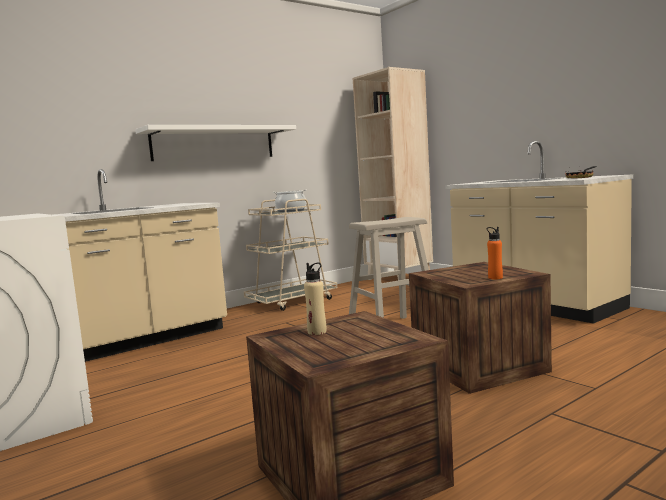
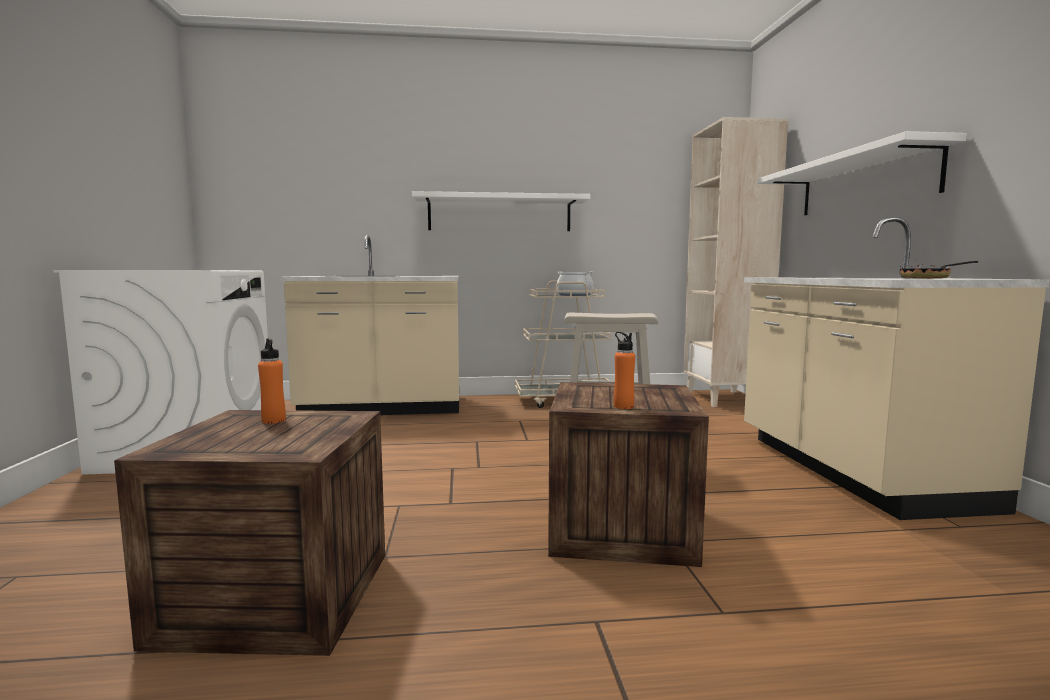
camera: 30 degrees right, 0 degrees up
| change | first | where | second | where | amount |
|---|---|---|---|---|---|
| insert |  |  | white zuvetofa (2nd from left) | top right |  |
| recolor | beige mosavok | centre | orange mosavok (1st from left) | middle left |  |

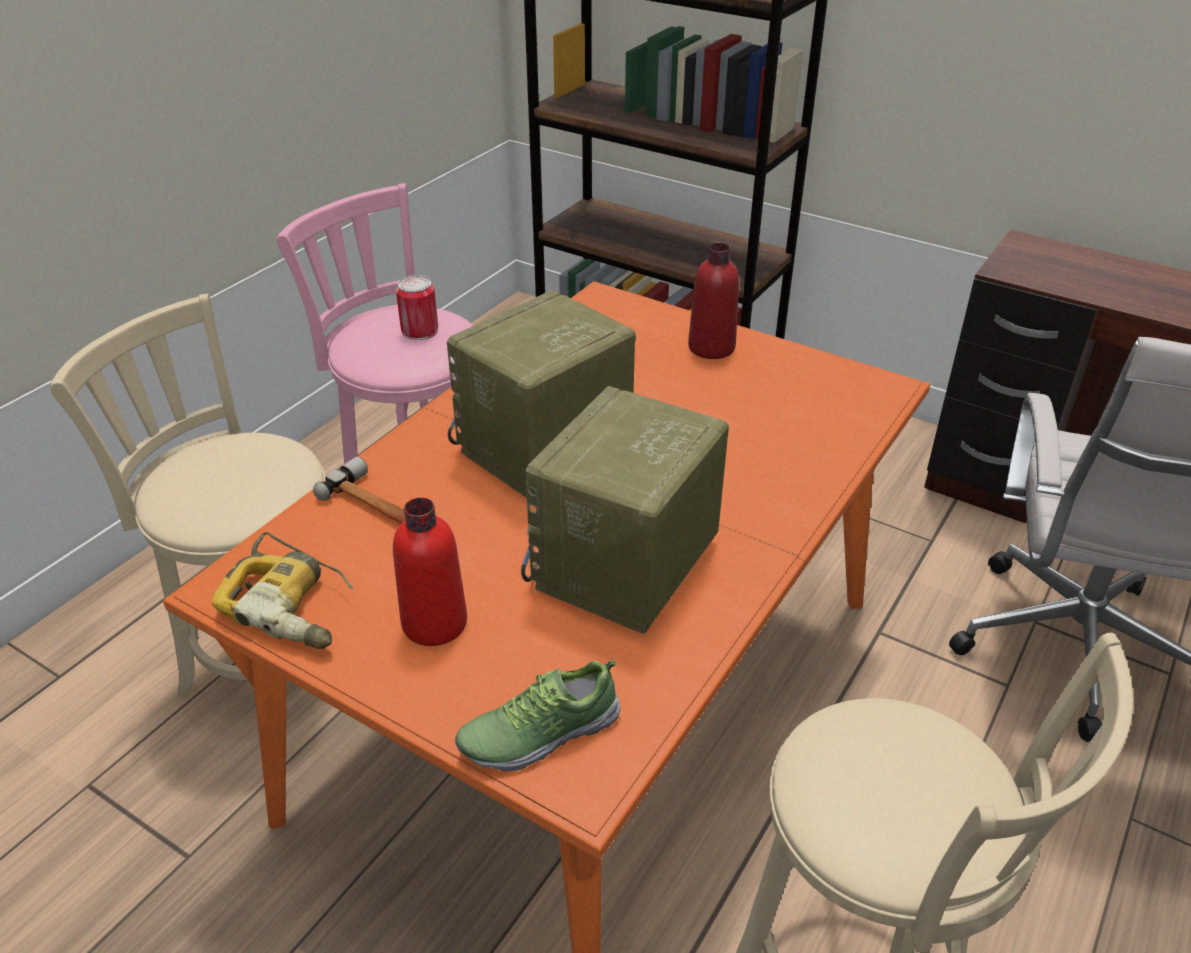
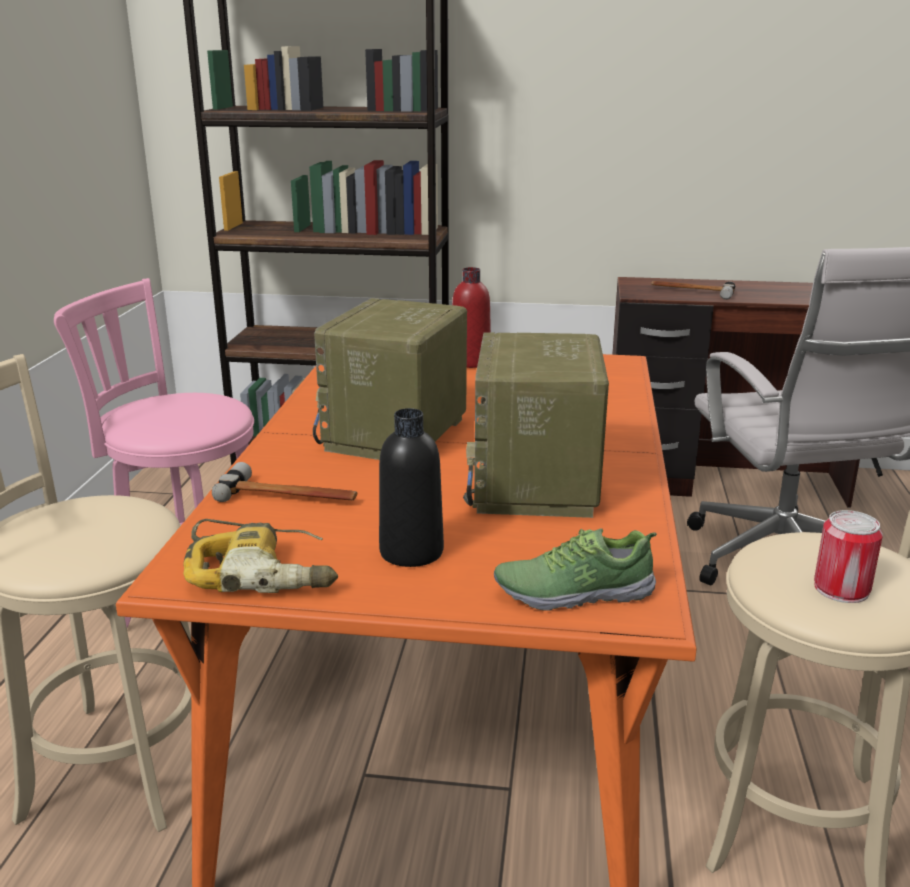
camera: 25 degrees left, 15 degrees down
| change | first | where | second | where | amount |
|---|---|---|---|---|---|
| insert |  |  | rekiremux (2nd from left) | top right |  |
| move | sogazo | top centre |  | middle right |  |
| recolor | red mosavok (1st from left) | centre | black mosavok | centre |  |
| rotate | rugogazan | bottom centre |  | centre | 45 degrees clockwise |

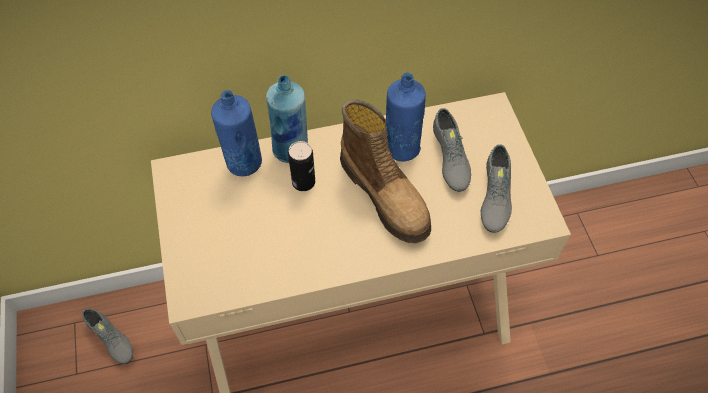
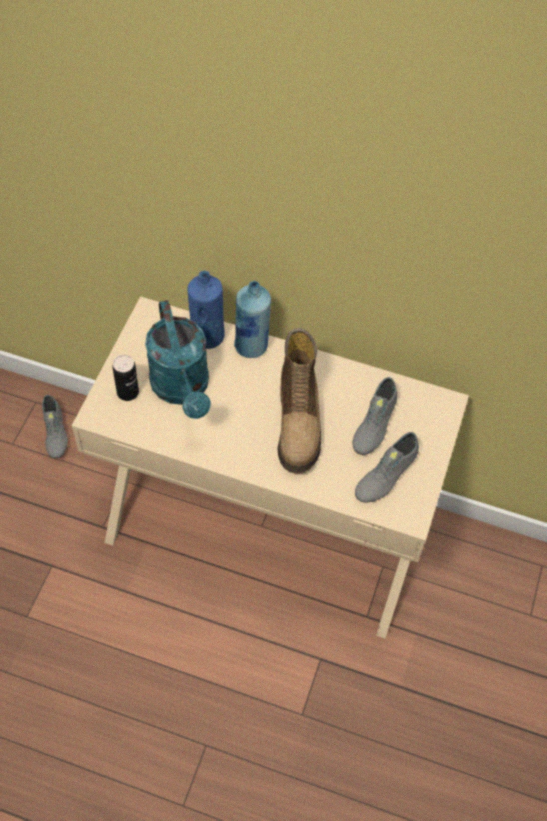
camera: 30 degrees right, 0 degrees up
| change | first | where | second | where | amount |
|---|---|---|---|---|---|
| delete | blue mosavok (3rd from left) | top centre |  |  |  |
| insert |  |  | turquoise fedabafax | middle left |  |
| move | sogazo | centre |  | middle left |  |

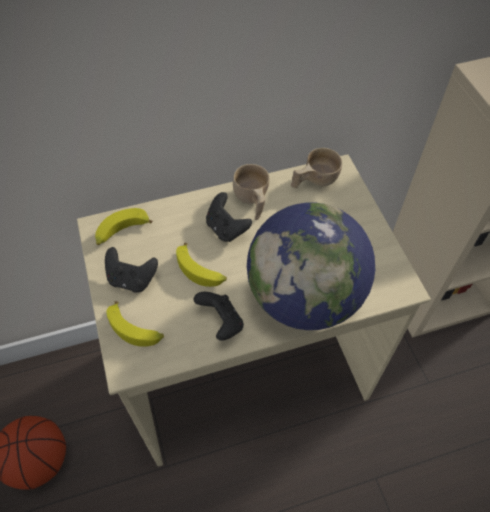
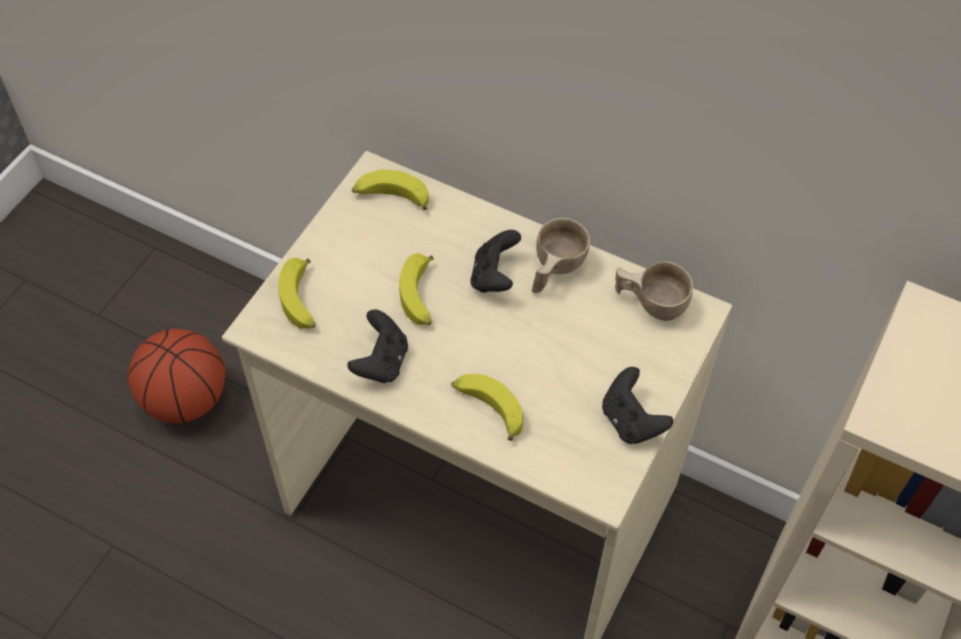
camera: 45 degrees right, 0 degrees up
| change | first | where | second | where | amount |
|---|---|---|---|---|---|
| move | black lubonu (1st from left in the first image) | middle left | black lubonu (3rd from left) | centre |  |
| replace | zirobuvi | centre | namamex (4th from left) | centre |  |

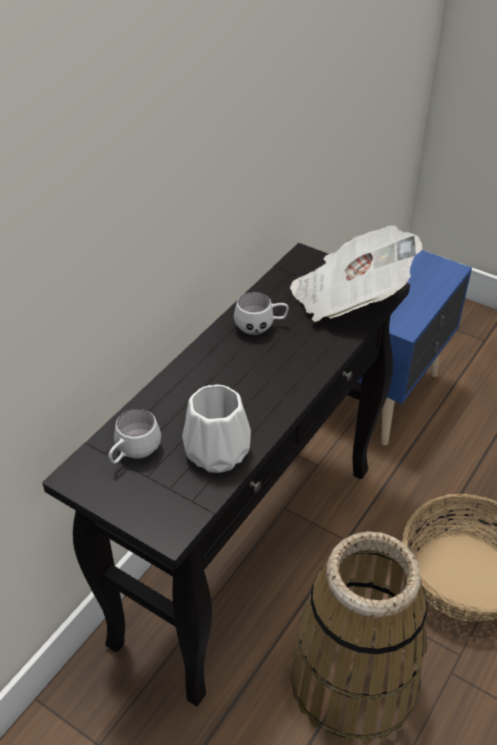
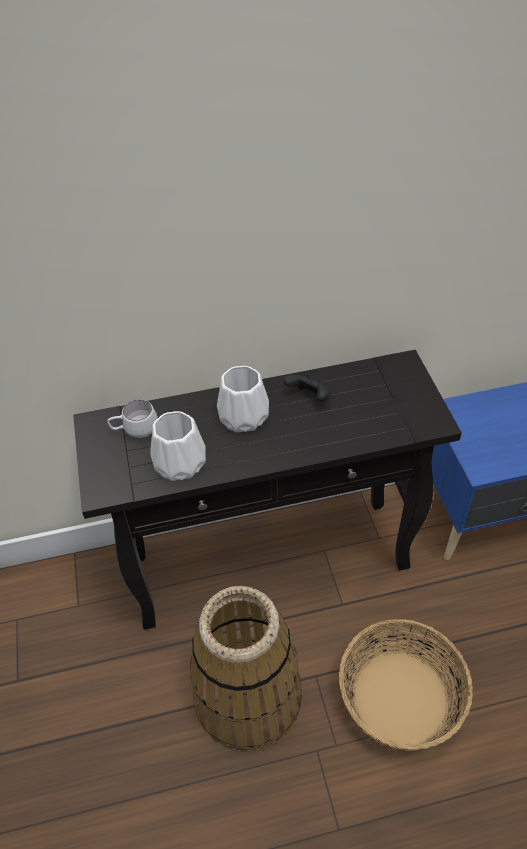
camera: 45 degrees right, 5 degrees up
| change | first | where | second | where | amount |
|---|---|---|---|---|---|
| delete | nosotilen | middle right |  |  |  |
| insert |  |  | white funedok (2nd from left) | centre |  |
| replace | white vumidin (2nd from left) | centre | black lubonu | centre |  |

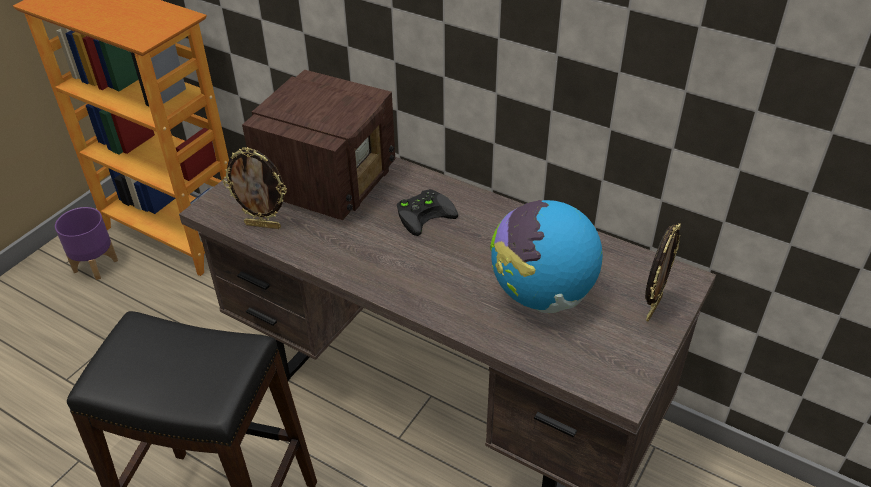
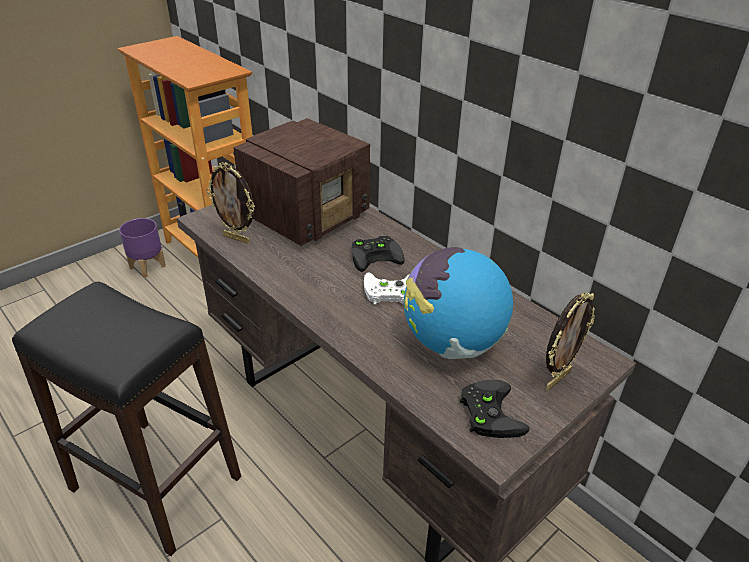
camera: 15 degrees right, 5 degrees down
| change | first | where | second | where | amount |
|---|---|---|---|---|---|
| insert |  |  | white lubonu | centre |  |
| insert |  |  | black lubonu (2nd from left) | bottom centre |  |

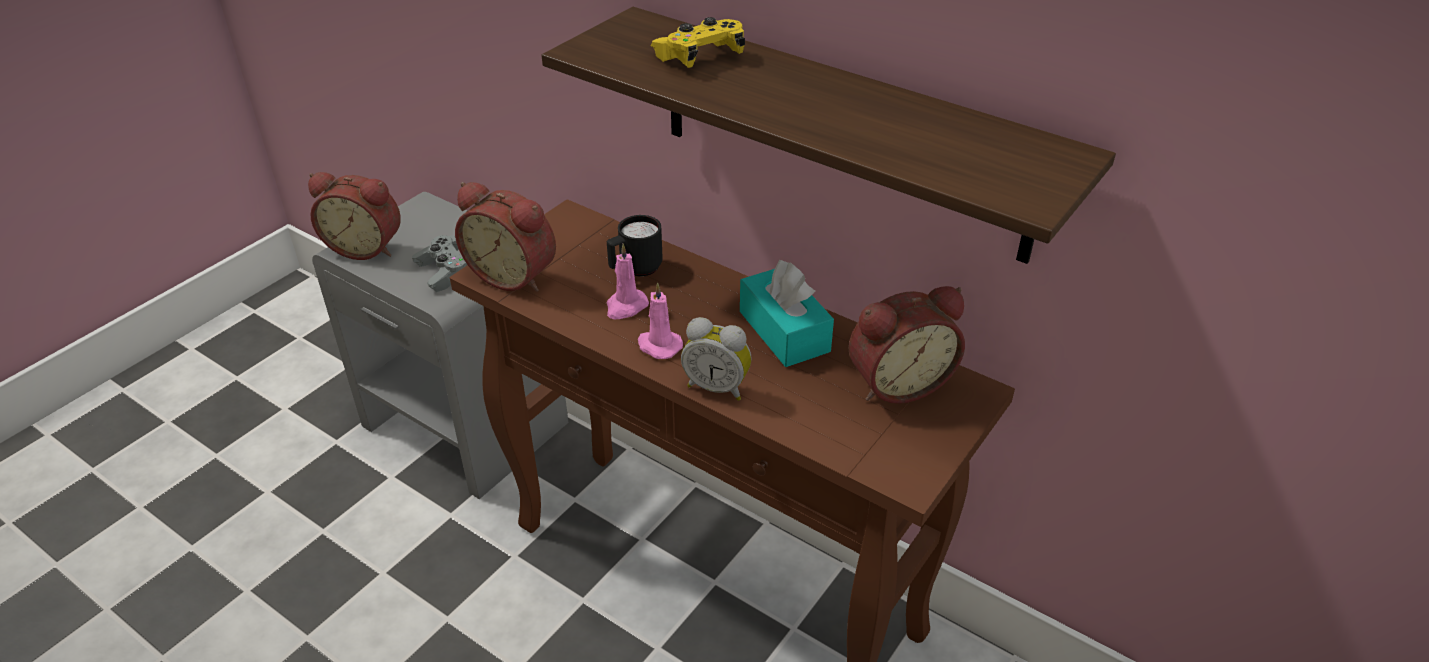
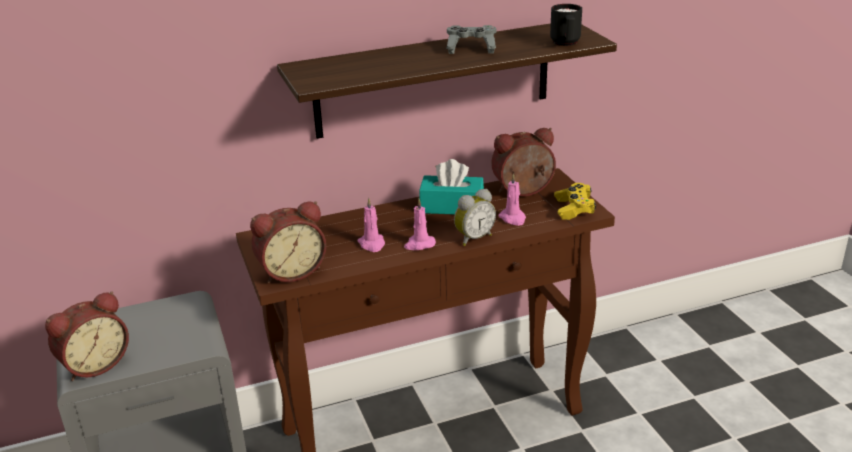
camera: 55 degrees left, 10 degrees down
| change | first | where | second | where | amount |
|---|---|---|---|---|---|
| insert |  |  | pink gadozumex (3rd from left) | centre |  |
| move | grey lubonu | middle left |  | top centre |  |
| move | black vumidin | centre |  | top centre |  |
| move | yellow lubonu | top centre |  | middle right |  |
| rotate | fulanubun (4th from left) | centre |  | centre | 120 degrees counterclockwise |

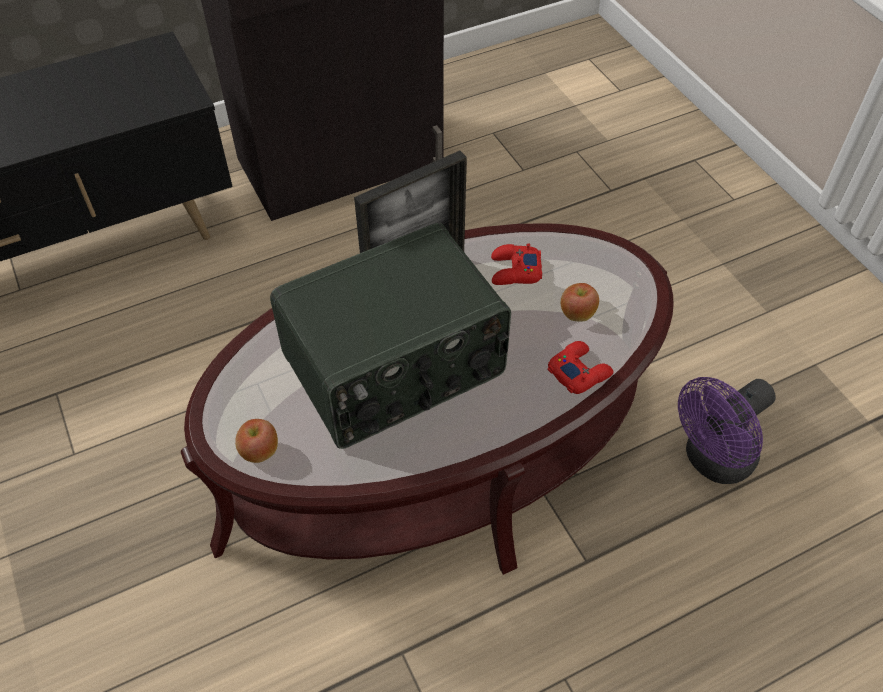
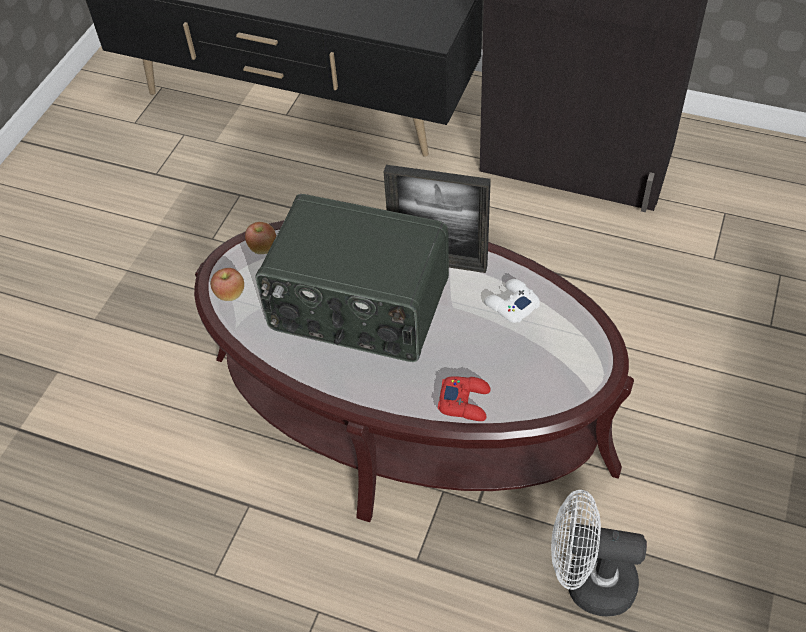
camera: 50 degrees right, 0 degrees up
| change | first | where | second | where | amount |
|---|---|---|---|---|---|
| move | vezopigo (2nd from left) | centre |  | middle left |  |
| recolor | red lubonu (1st from left) | centre | white lubonu | centre |  |
| recolor | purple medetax | middle right | white medetax | bottom right |  |

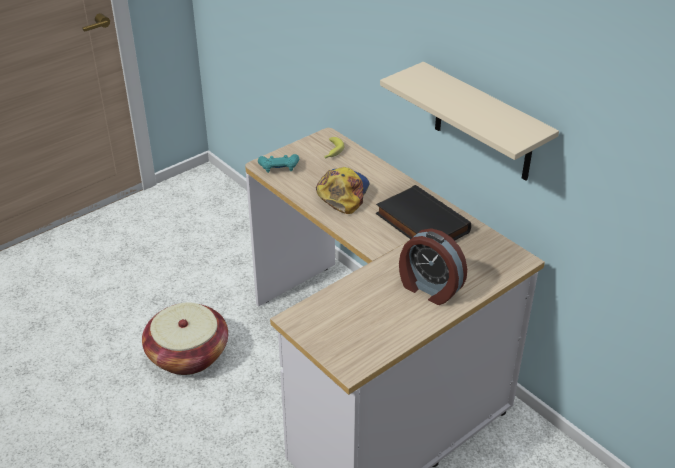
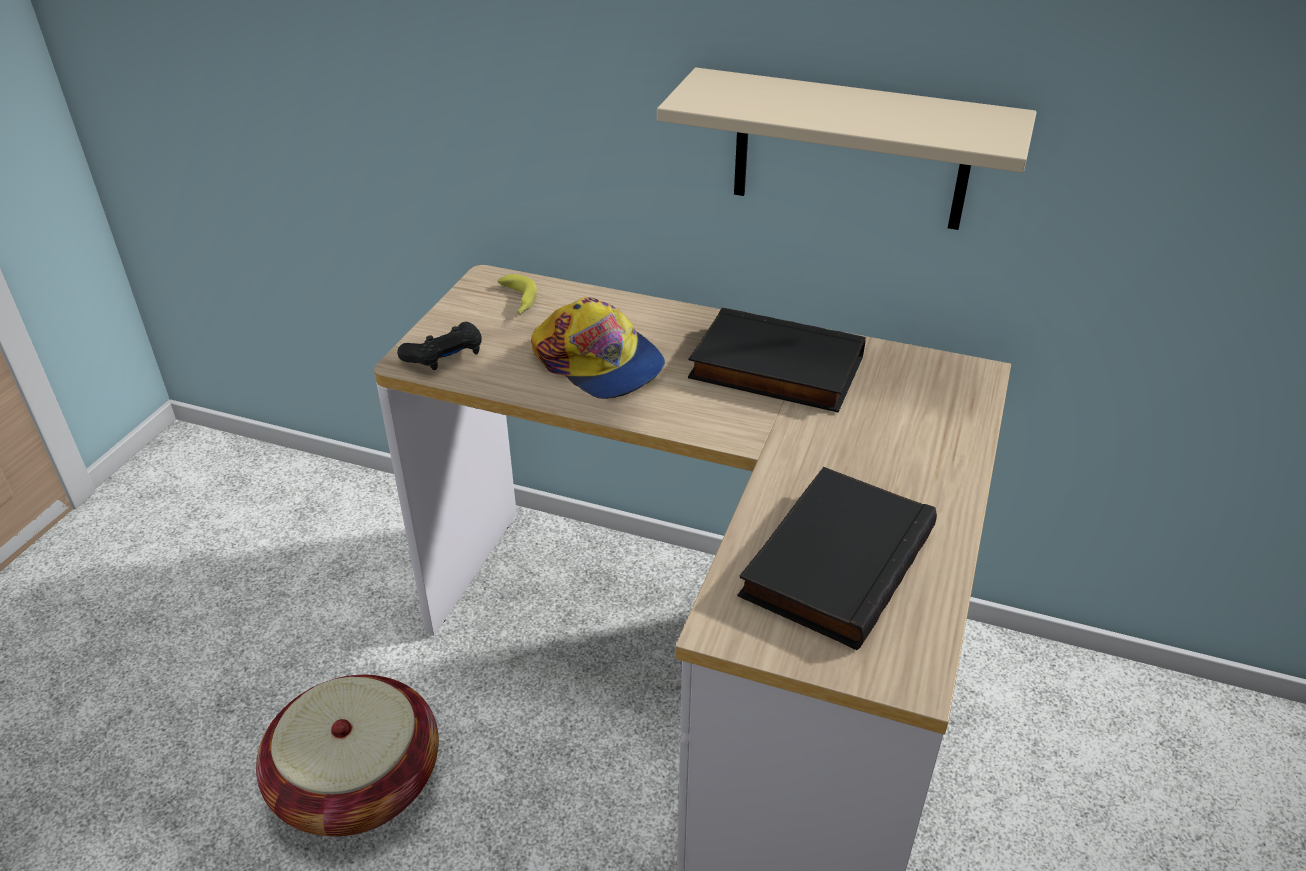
camera: 30 degrees left, 0 degrees up
| change | first | where | second | where | amount |
|---|---|---|---|---|---|
| delete | fulanubun | centre |  |  |  |
| insert |  |  | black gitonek (2nd from left) | centre |  |
| recolor | turquoise lubonu | centre | black lubonu | centre |  |
| rotate | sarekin | centre |  | centre | 150 degrees clockwise |

